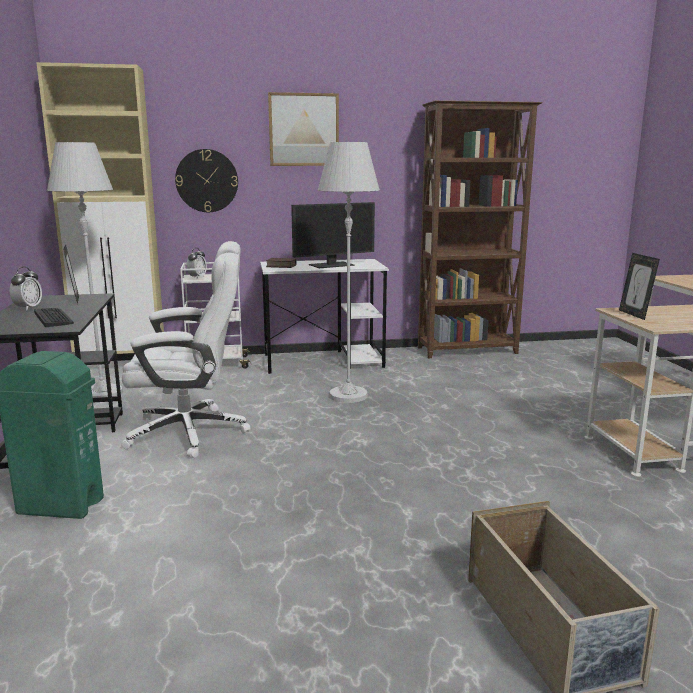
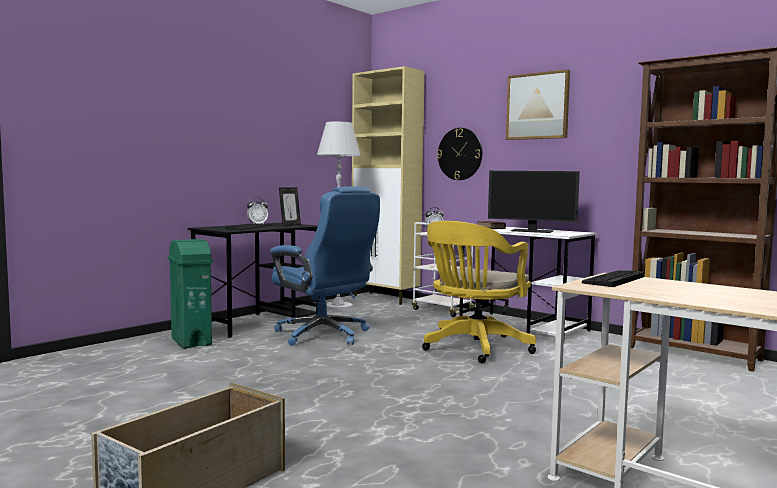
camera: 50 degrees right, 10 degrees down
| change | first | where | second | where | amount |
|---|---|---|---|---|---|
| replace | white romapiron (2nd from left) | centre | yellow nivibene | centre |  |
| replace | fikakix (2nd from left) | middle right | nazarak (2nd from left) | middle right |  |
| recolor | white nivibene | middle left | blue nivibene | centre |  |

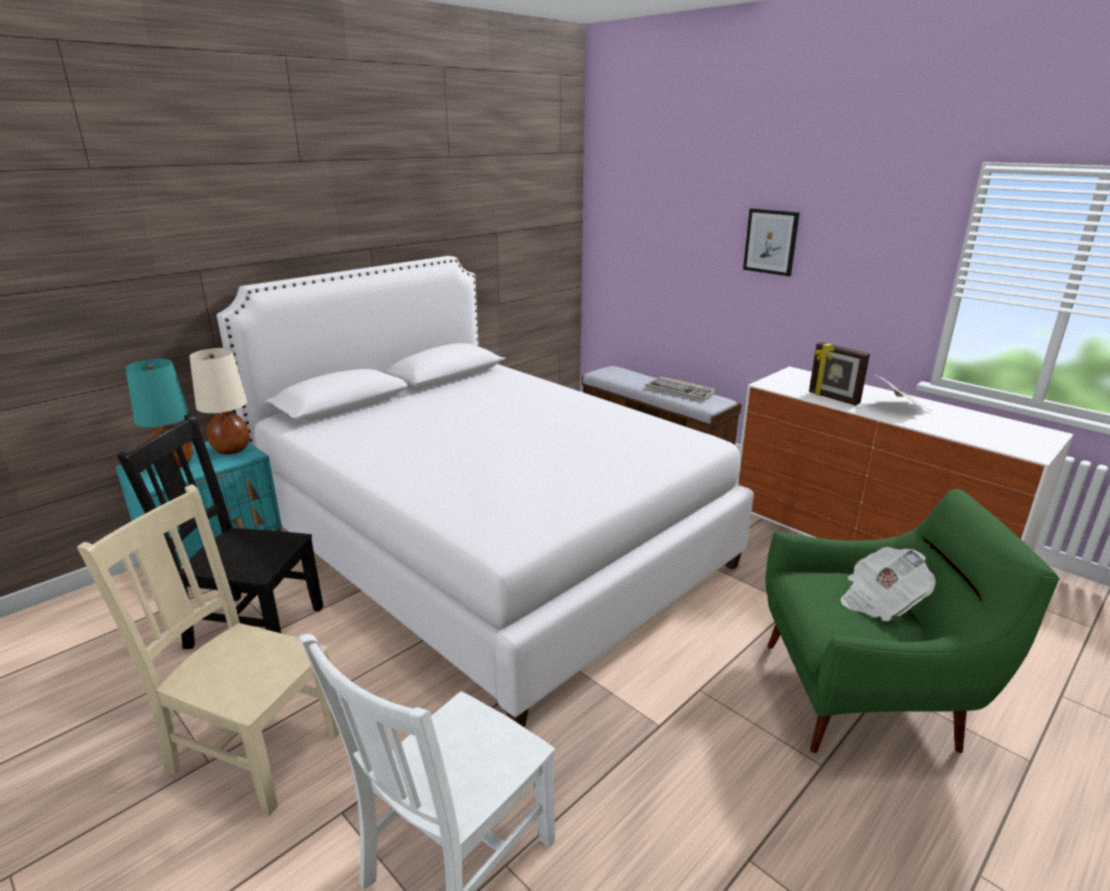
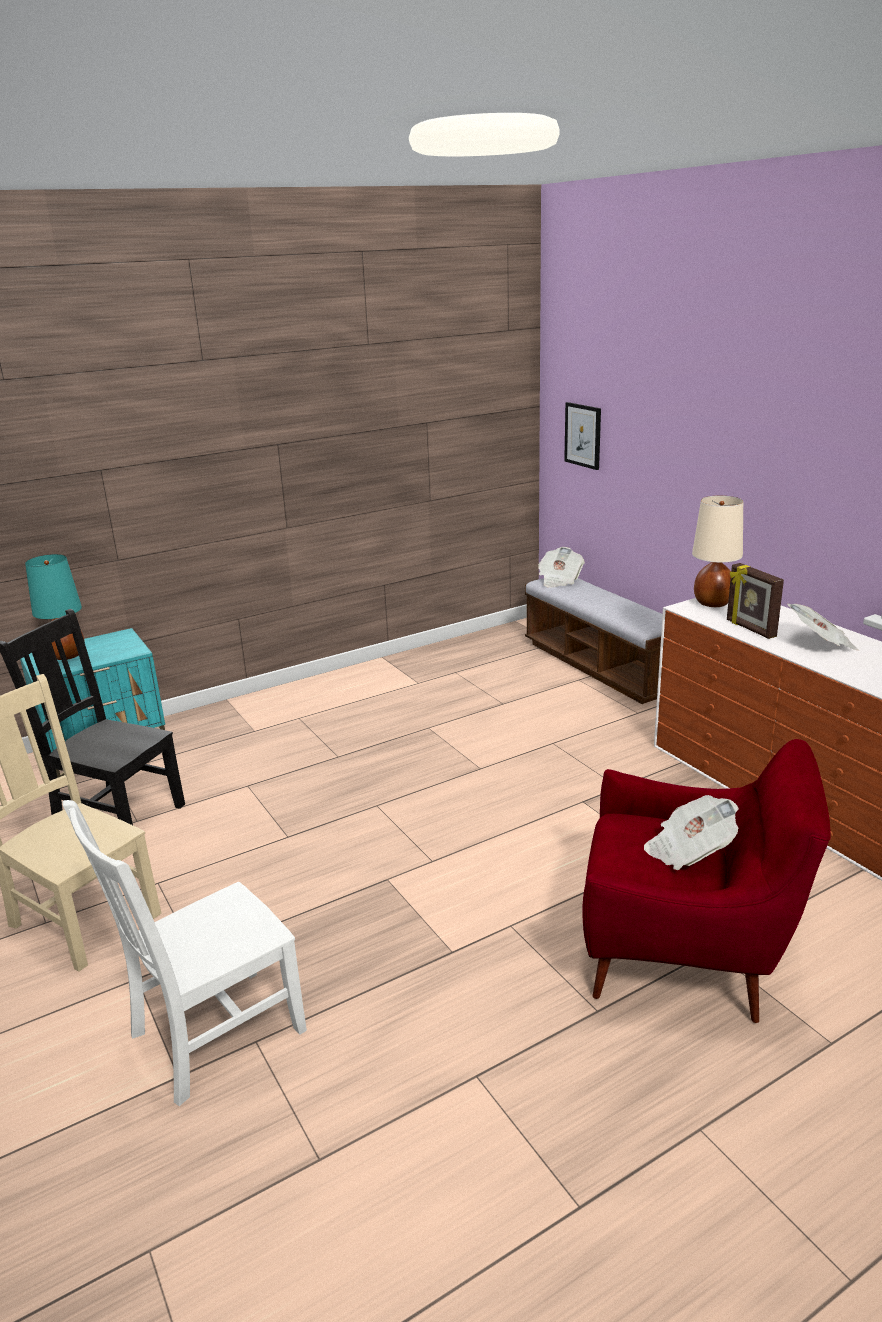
camera: 15 degrees right, 0 degrees up
| change | first | where | second | where | amount |
|---|---|---|---|---|---|
| delete | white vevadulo | centre |  |  |  |
| delete | nazarak | centre |  |  |  |
| insert |  |  | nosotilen (1st from left) | centre |  |
| move | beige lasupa | middle left |  | middle right |  |
| move | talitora | top right |  | top centre |  |
| recolor | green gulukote | bottom right | red gulukote | middle right |  |

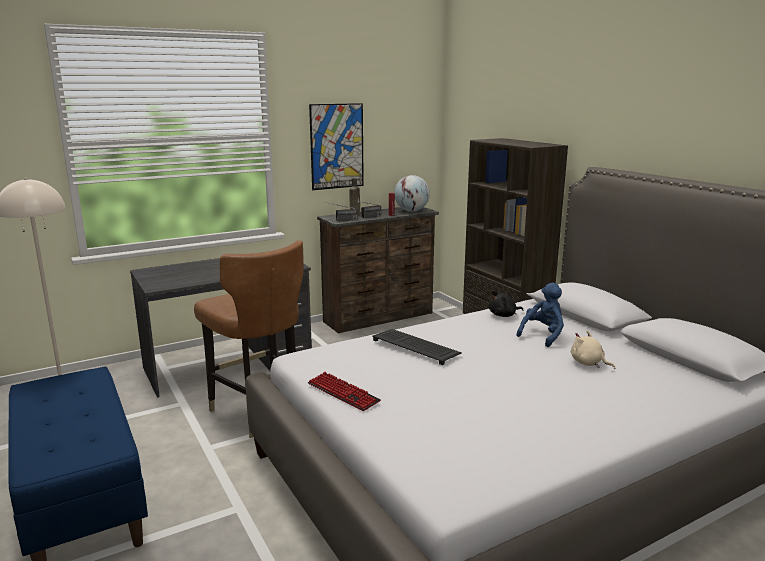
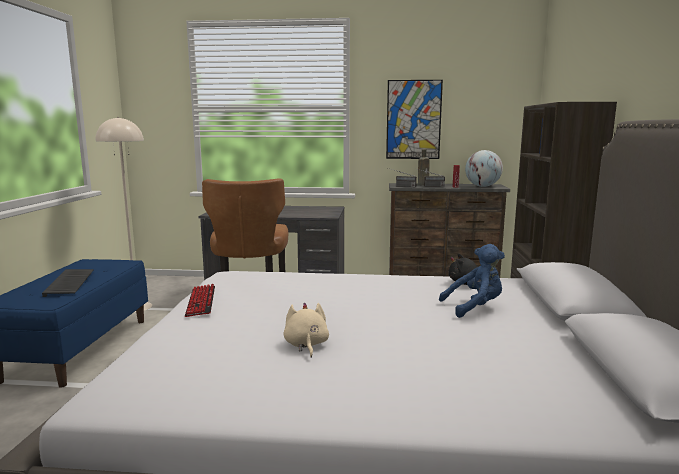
camera: 35 degrees right, 5 degrees down
| change | first | where | second | where | amount |
|---|---|---|---|---|---|
| move | nazarak (2nd from left in the first image) | centre | nazarak (1st from left) | middle left |  |
| move | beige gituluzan | middle right |  | bottom centre |  |

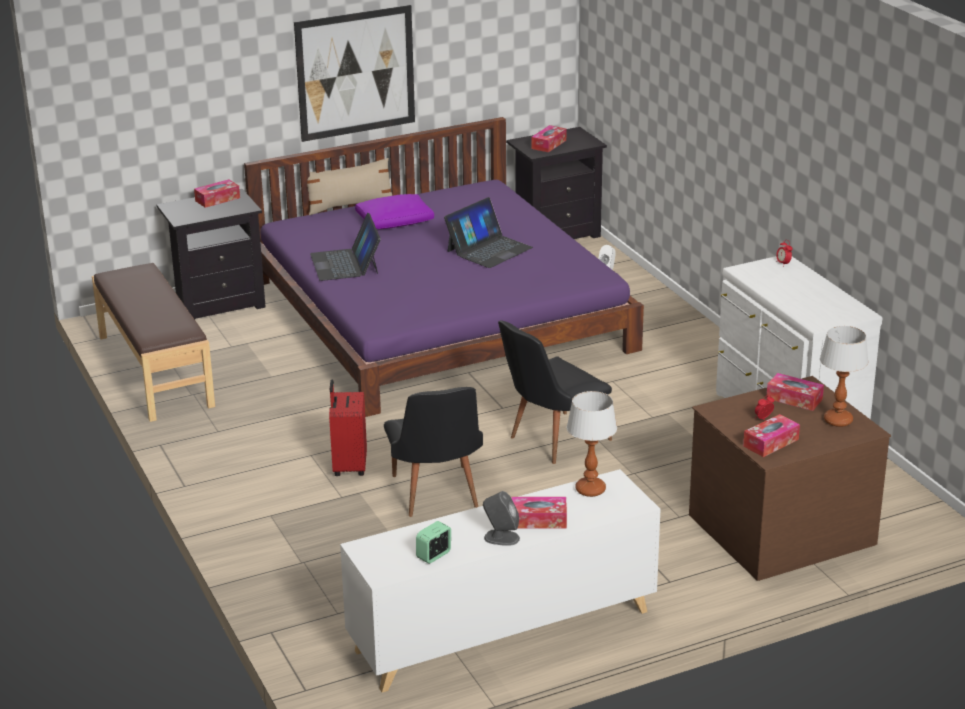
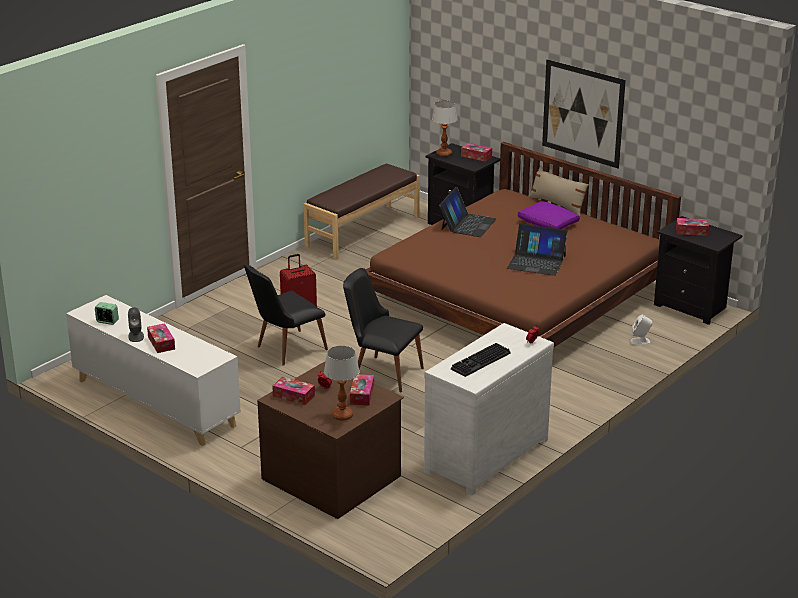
camera: 65 degrees right, 0 degrees up
| change | first | where | second | where | amount |
|---|---|---|---|---|---|
| insert |  |  | nazarak | centre |  |
| move | lasupa (1st from left in the first image) | centre | lasupa (2nd from left) | top centre |  |
| recolor | purple vevadulo | centre | brown vevadulo | centre |  |
| rotate | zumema (1st from left) | centre |  | centre | 150 degrees clockwise |

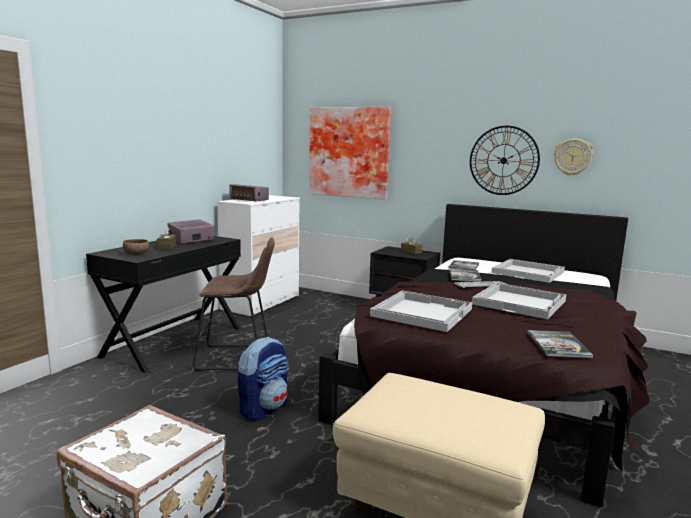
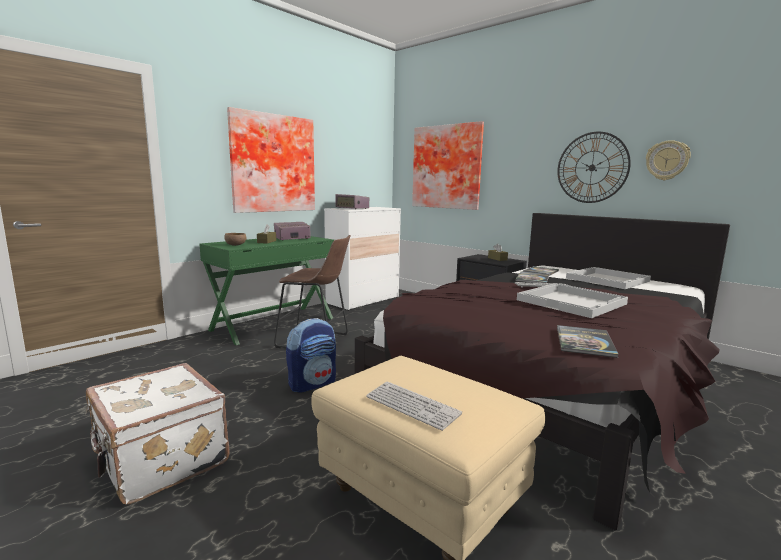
camera: 15 degrees right, 0 degrees up
| change | first | where | second | where | amount |
|---|---|---|---|---|---|
| delete | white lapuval (1st from left) | centre |  |  |  |
| insert |  |  | talitora (1st from left) | top centre |  |
| insert |  |  | nazarak (1st from left) | bottom centre |  |
| recolor | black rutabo | middle left | green rutabo | centre |  |

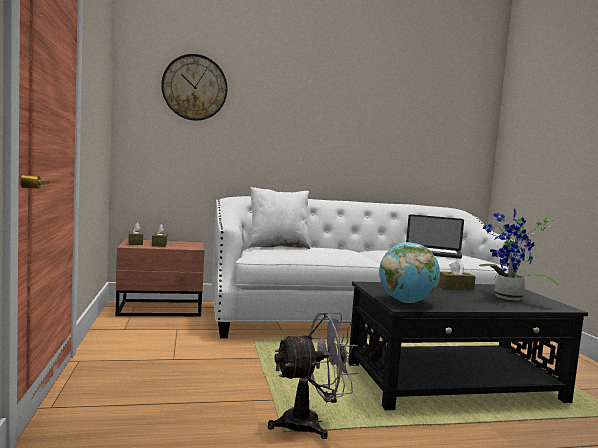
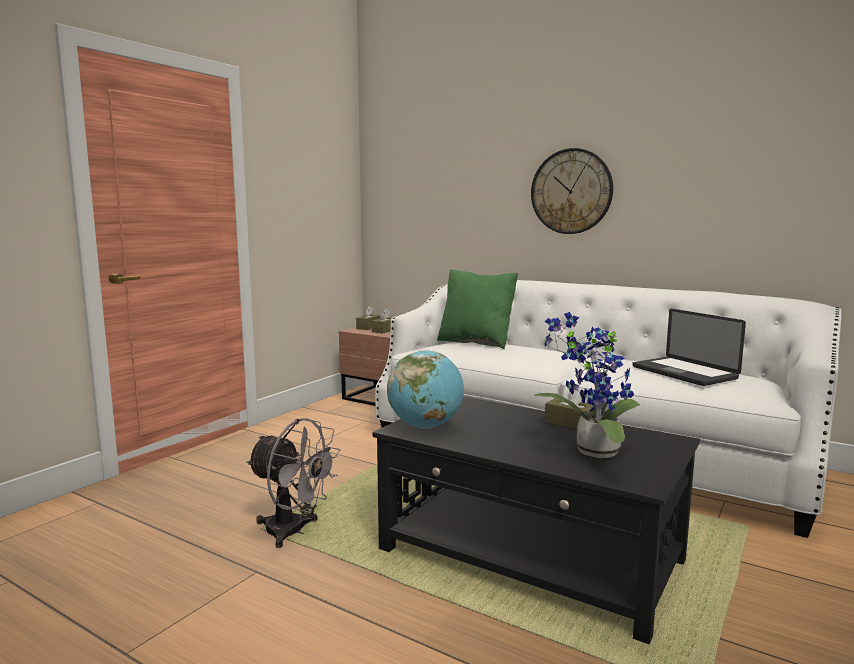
camera: 45 degrees right, 5 degrees up
| change | first | where | second | where | amount |
|---|---|---|---|---|---|
| move | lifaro | top left |  | top right |  |
| recolor | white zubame | centre | green zubame | centre |  |

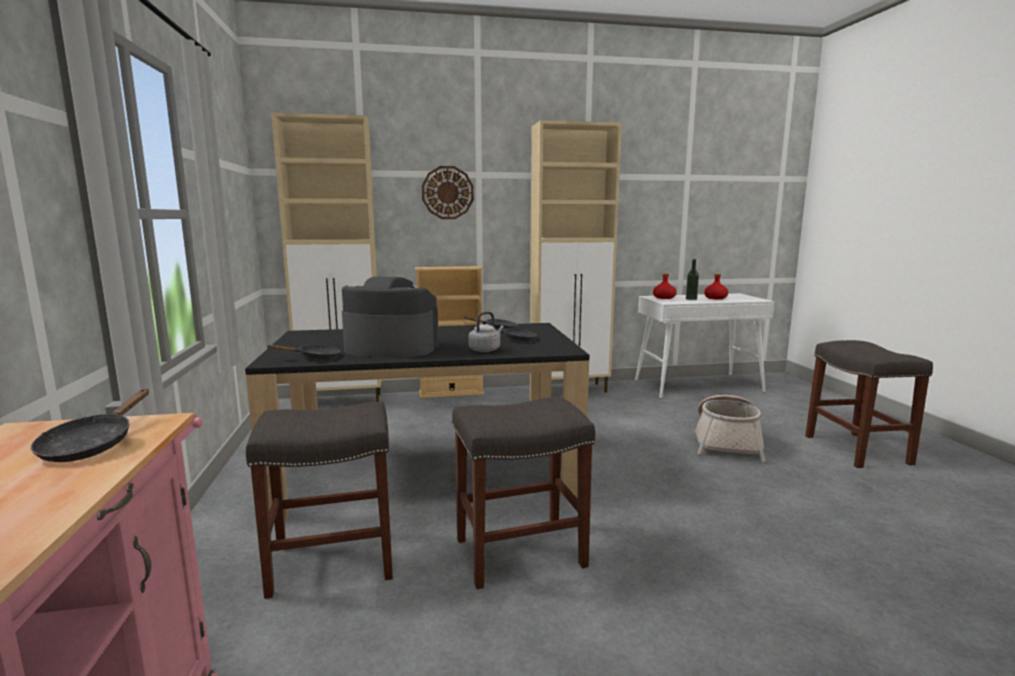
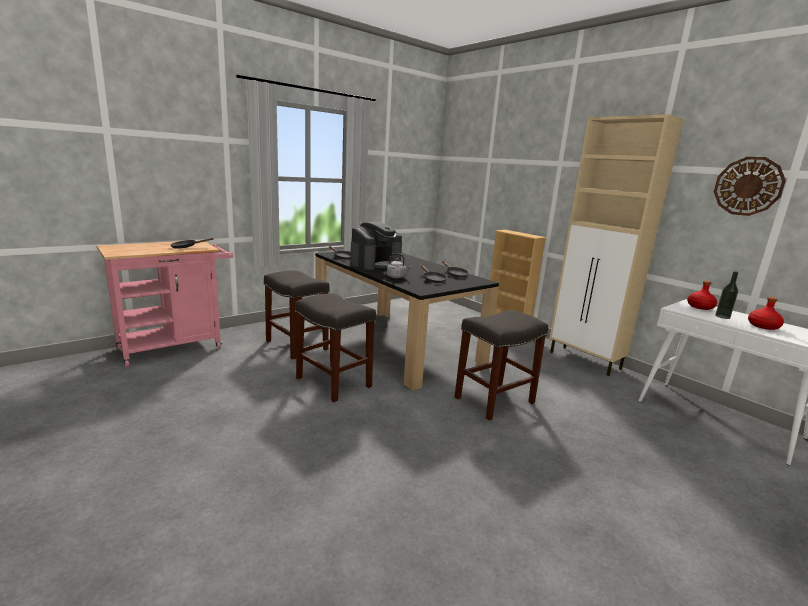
camera: 60 degrees right, 5 degrees up
| change | first | where | second | where | amount |
|---|---|---|---|---|---|
| delete | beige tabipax (1st from left) | middle left |  |  |  |
| delete | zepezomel | middle right |  |  |  |
| move | lifaro | top centre |  | top right |  |
| move | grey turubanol (3rd from left) | middle right |  | centre |  |
| rotate | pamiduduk | centre |  | centre | 60 degrees clockwise |

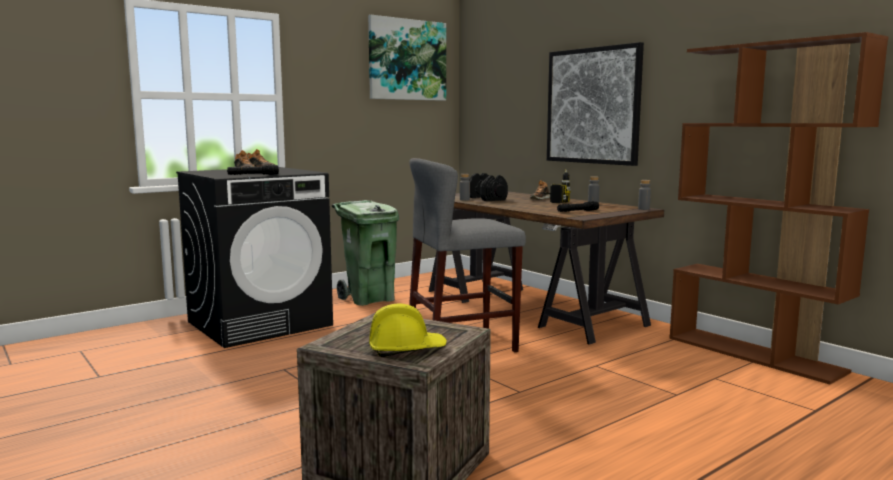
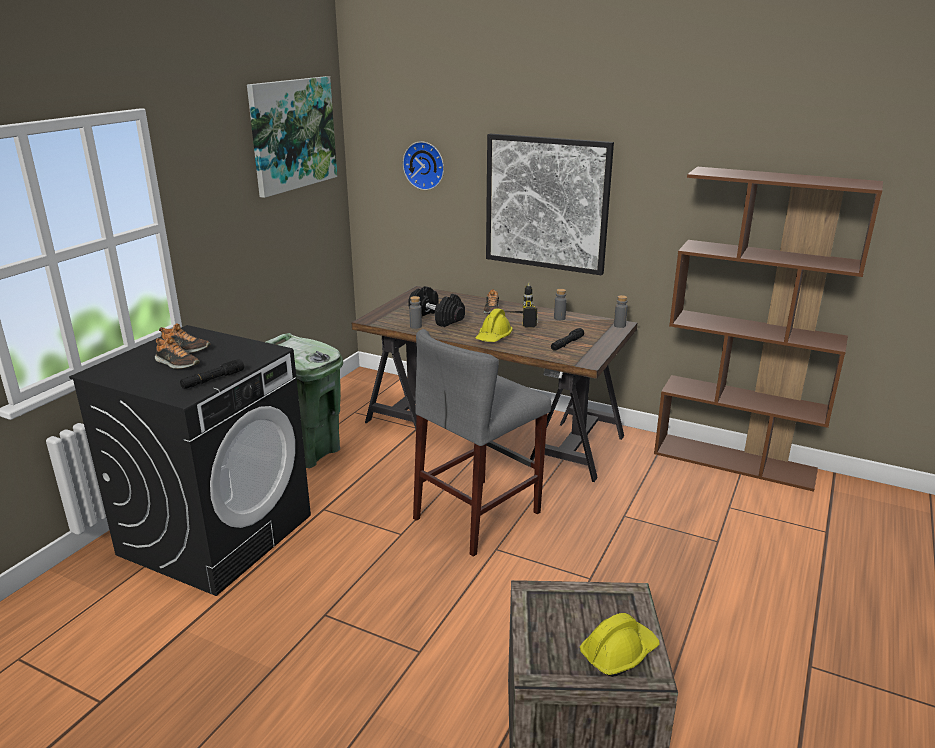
camera: 25 degrees left, 15 degrees up
| change | first | where | second | where | amount |
|---|---|---|---|---|---|
| insert |  |  | lifaro | top centre |  |
| insert |  |  | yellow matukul (1st from left) | centre |  |

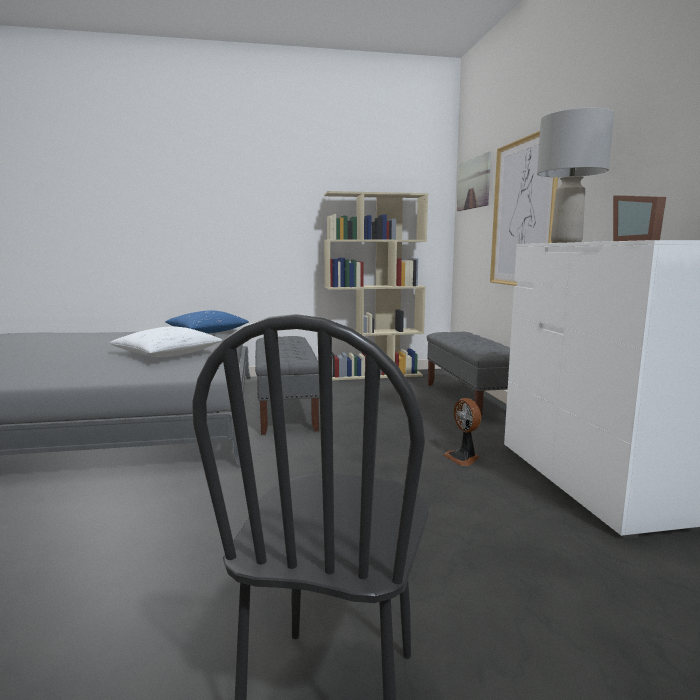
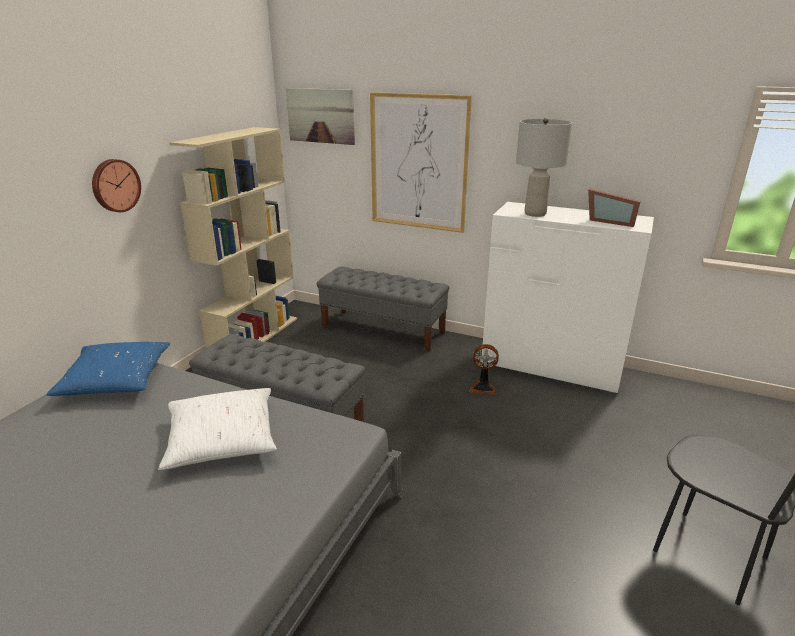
camera: 55 degrees left, 15 degrees up
| change | first | where | second | where | amount |
|---|---|---|---|---|---|
| insert |  |  | lifaro | top left |  |

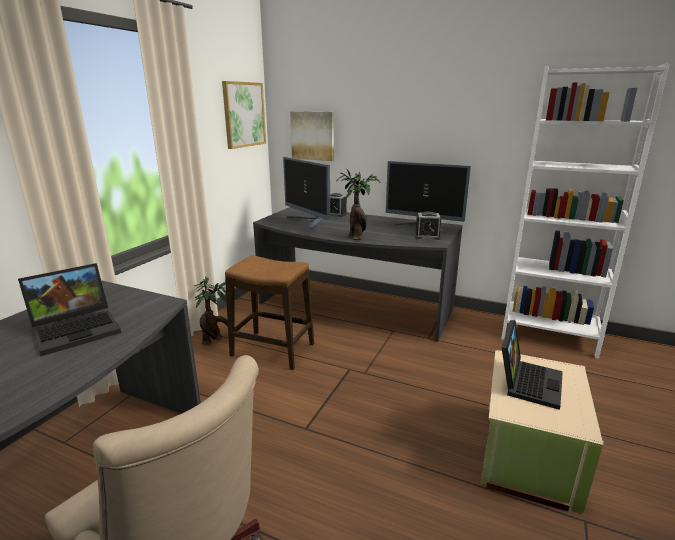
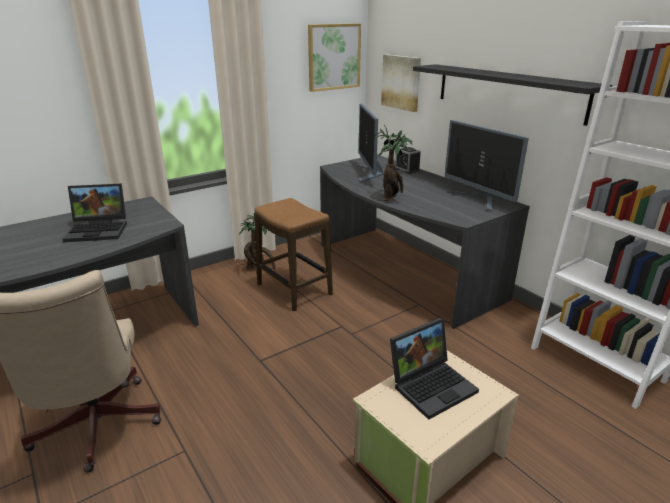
camera: 30 degrees right, 5 degrees up
| change | first | where | second | where | amount |
|---|---|---|---|---|---|
| delete | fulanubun (2nd from left) | centre |  |  |  |
| insert |  |  | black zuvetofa | top right |  |

